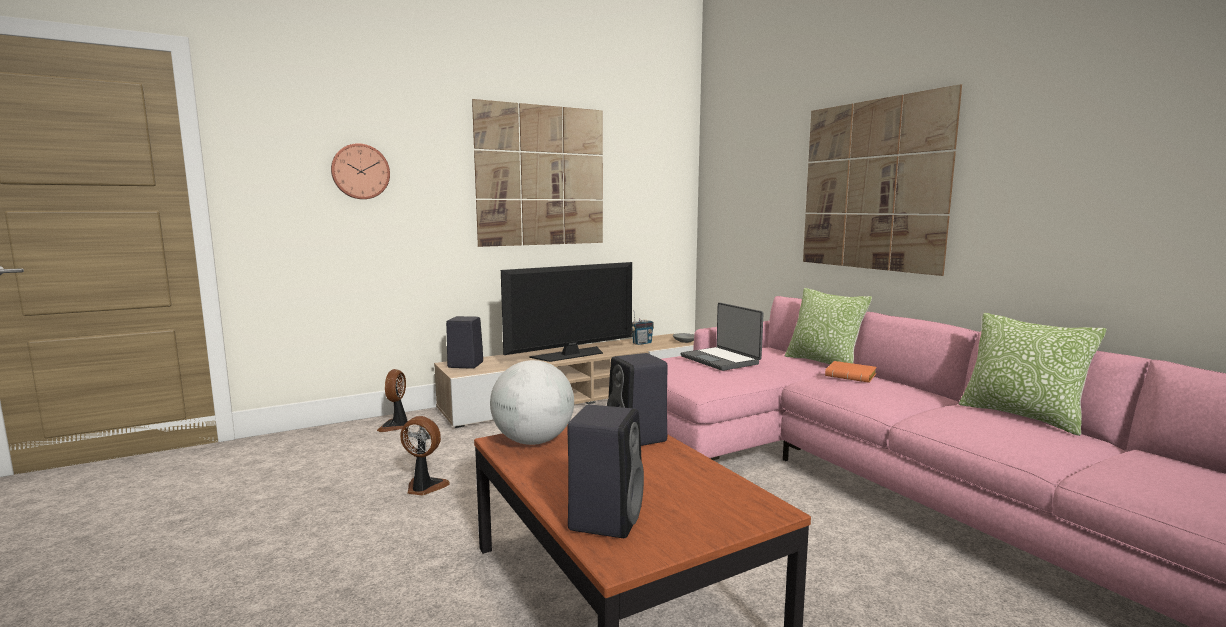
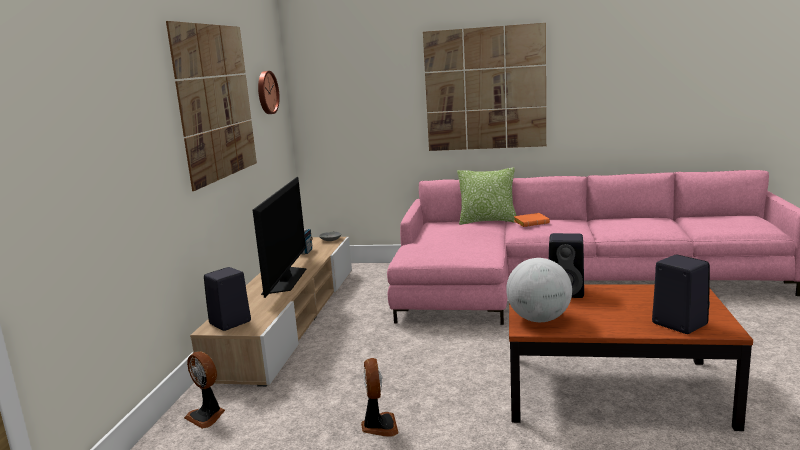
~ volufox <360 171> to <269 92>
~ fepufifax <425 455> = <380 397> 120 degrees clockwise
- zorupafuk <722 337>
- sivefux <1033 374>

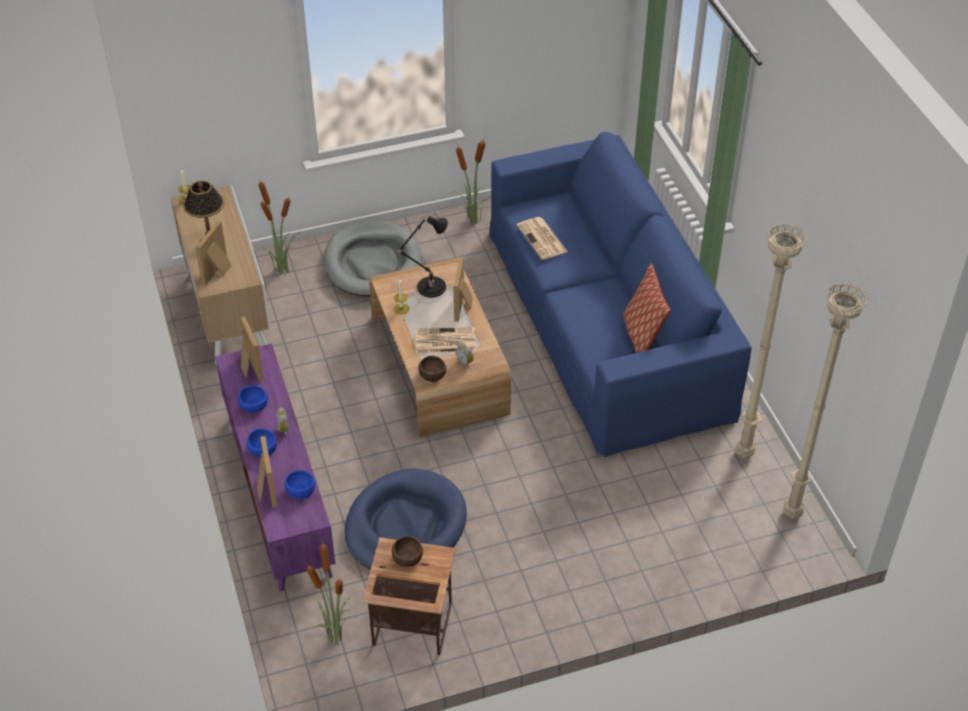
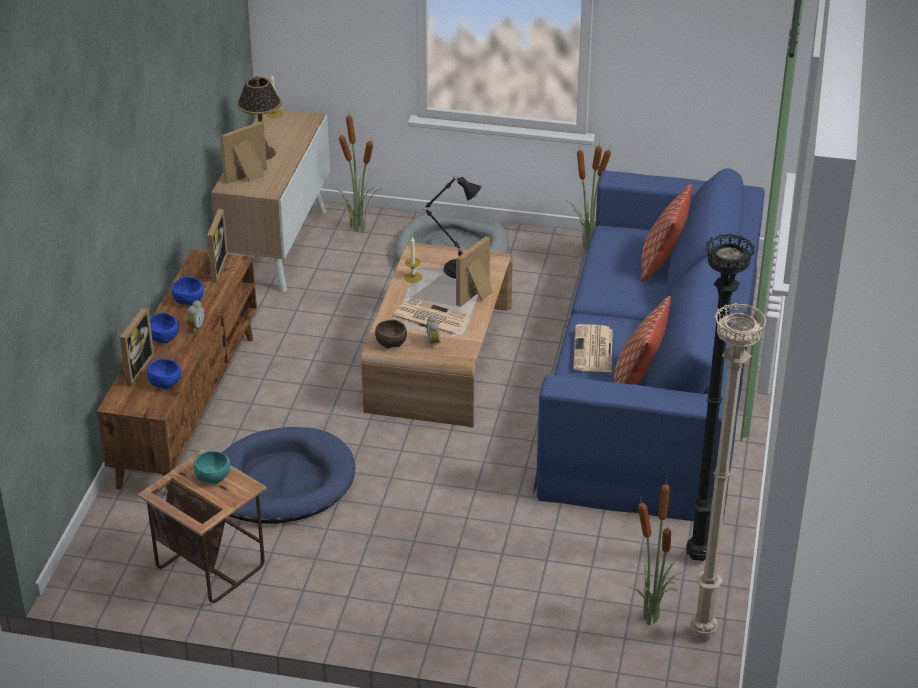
~ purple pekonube <275 468> to brown pekonube <177 370>
~ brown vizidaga <407 551> to turquoise vizidaga <211 467>
~ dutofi <542 238> to <593 348>
~ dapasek <331 592> to <655 552>
+ sivefux <667 233>
~ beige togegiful <771 340> to black togegiful <720 397>

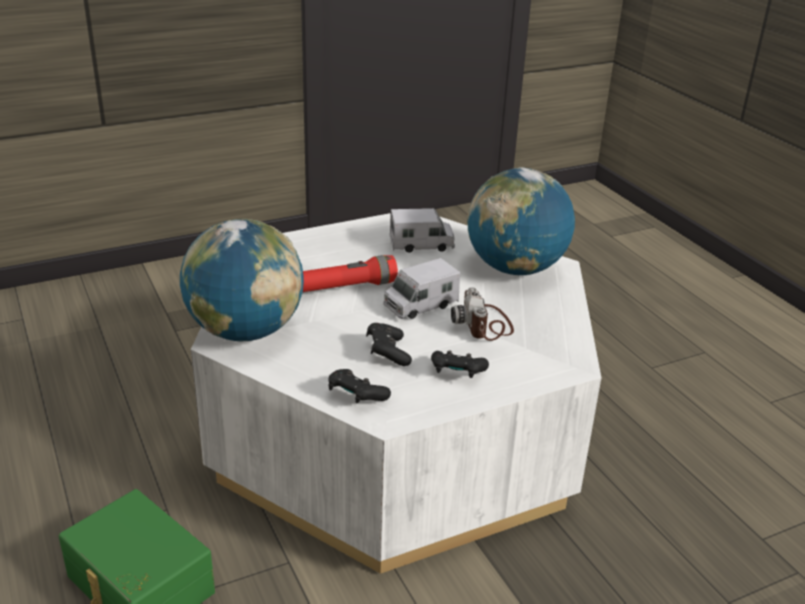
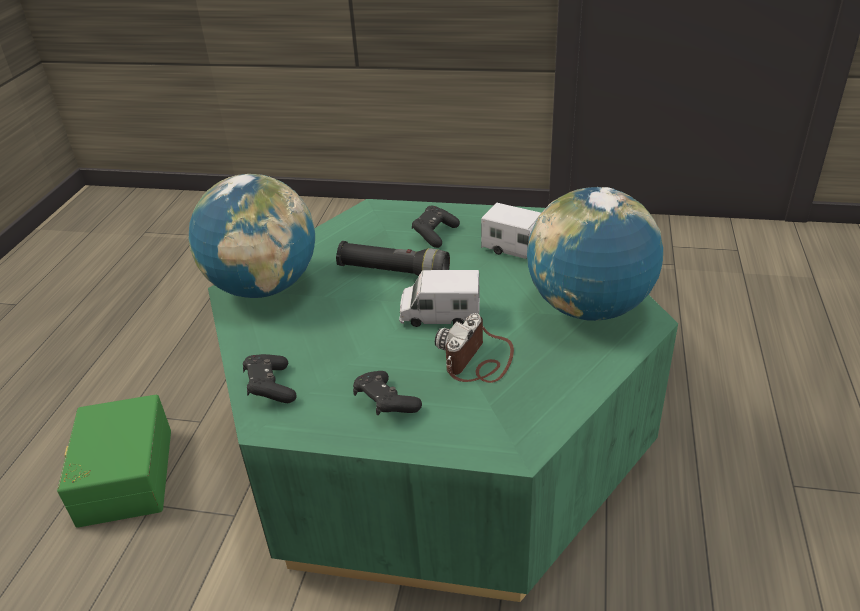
~ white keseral <396 393> to green keseral <443 400>
~ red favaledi <350 273> to black favaledi <393 258>
~ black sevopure <389 344> to <436 227>

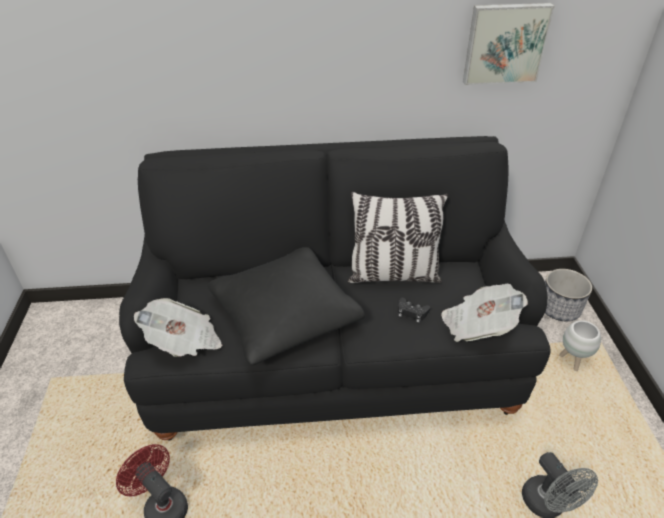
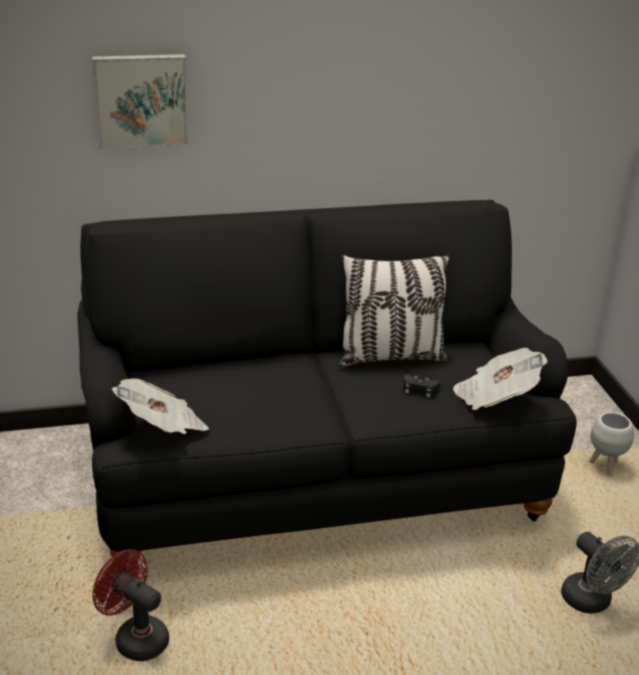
~ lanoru <509 44> to <140 101>
- black sivefux <286 306>
- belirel <568 295>

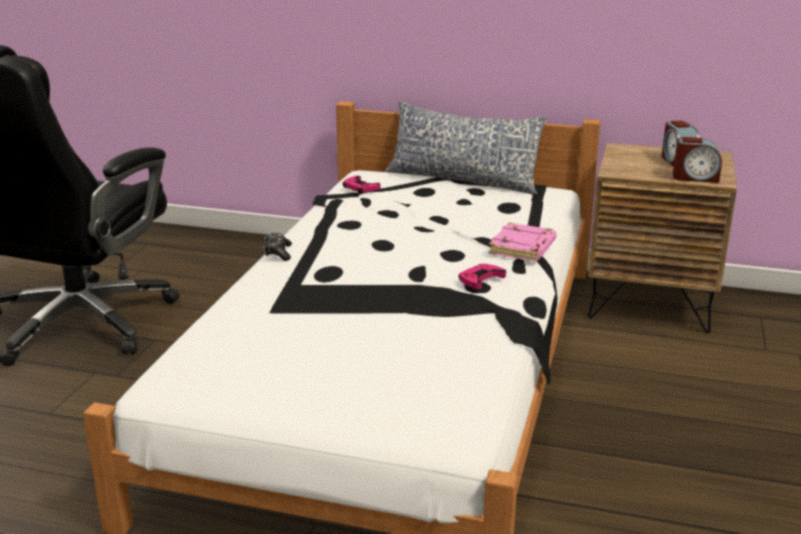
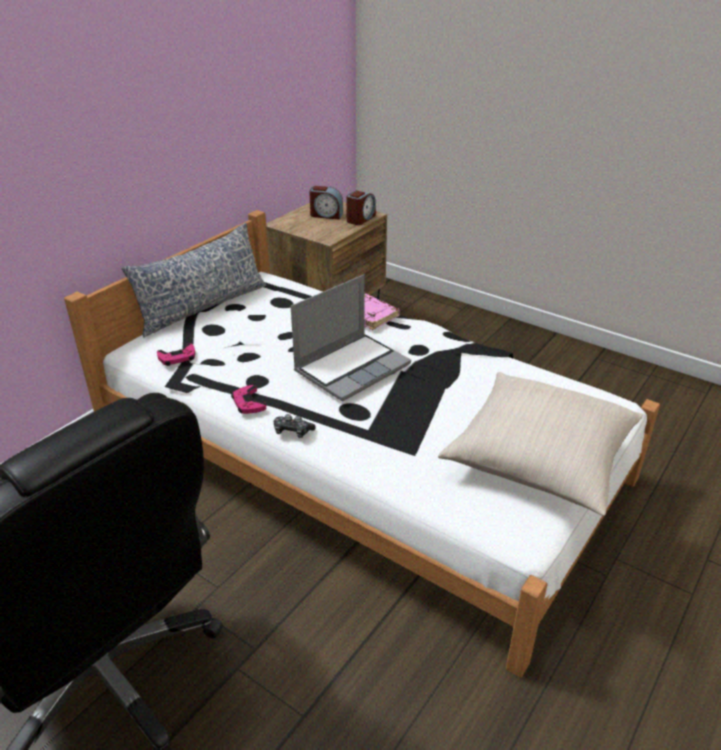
~ pink sevopure <482 276> to <248 399>
+ zorupafuk <351 338>
+ beige sivefux <540 444>

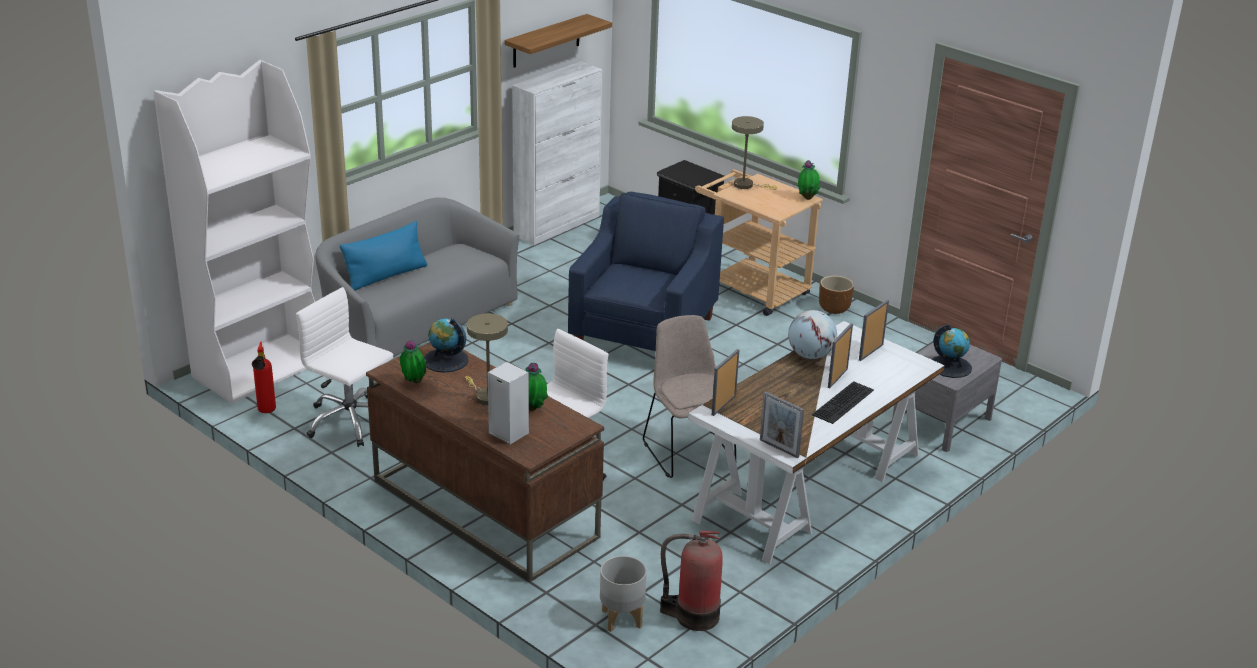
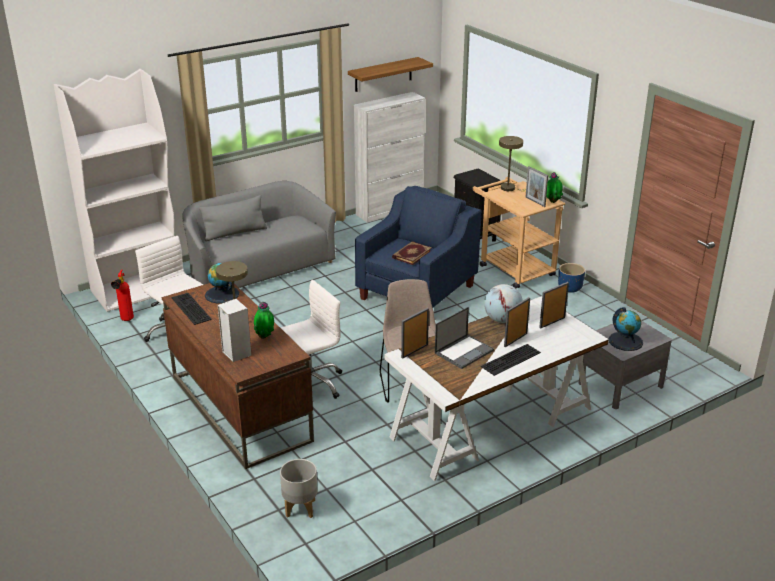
~ dapasek <413 361> to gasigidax <191 309>
~ blue sivefux <383 255> to grey sivefux <233 218>
+ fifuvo <412 253>
+ zorupafuk <464 338>
~ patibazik <782 424> to <537 186>
~ brown belirel <836 295> to blue belirel <571 278>
- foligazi <691 581>

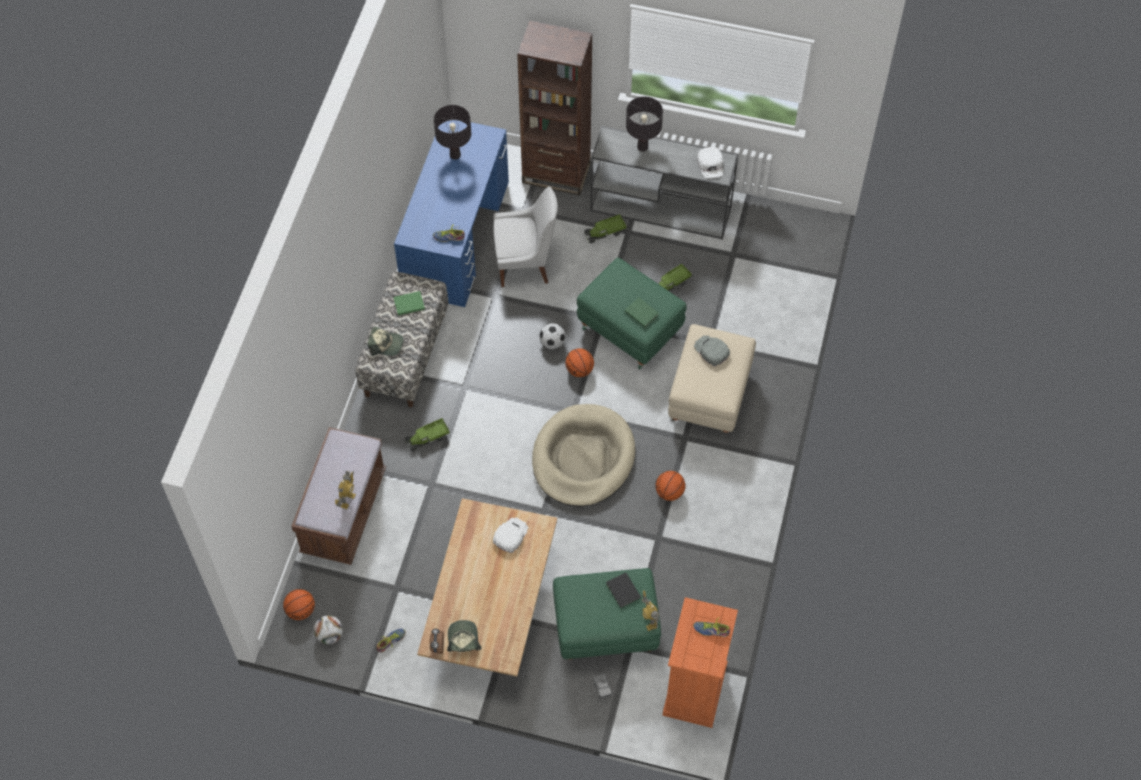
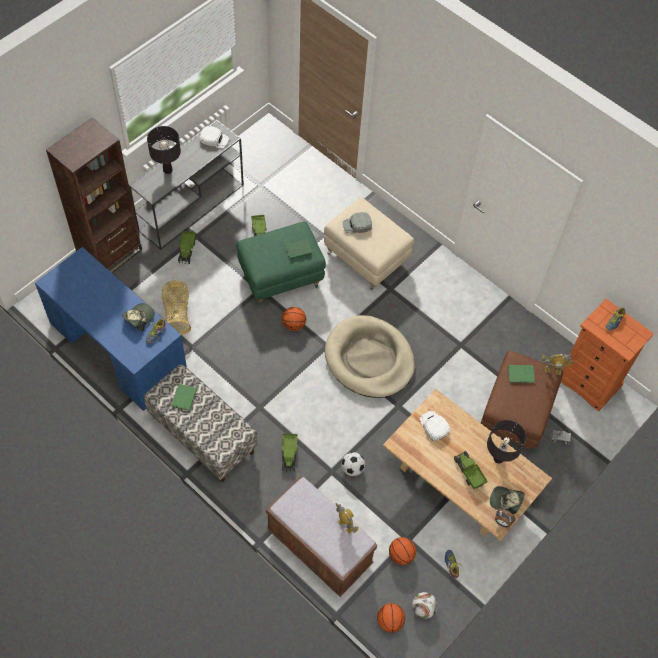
~ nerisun <386 341> to <138 317>
~ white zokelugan <525 236> to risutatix <176 307>
~ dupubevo <552 336> to <353 464>
~ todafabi <670 486> to <402 551>
+ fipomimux <470 470>
~ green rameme <607 613> to brown rameme <522 400>
~ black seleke <452 132> to <506 441>
~ black fifuvo <623 590> to green fifuvo <521 374>

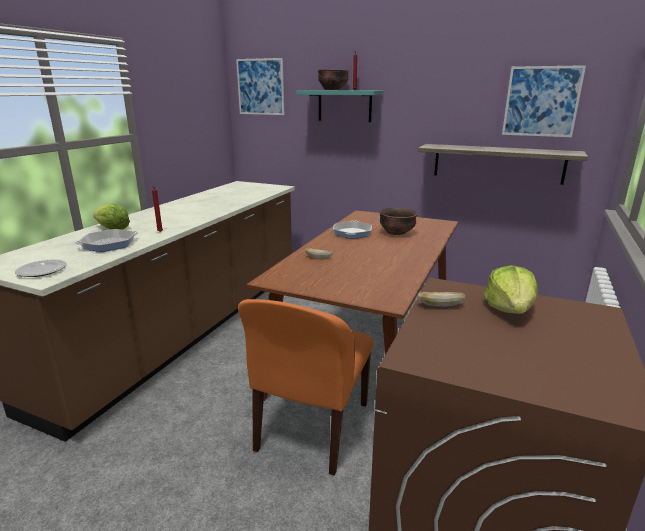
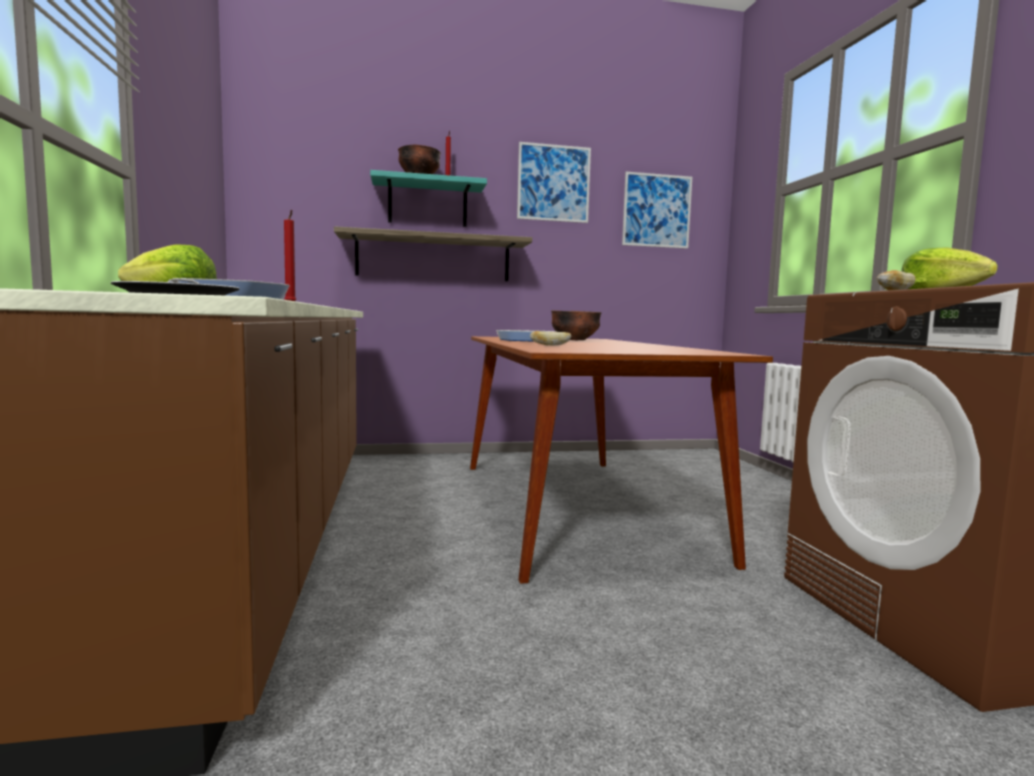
~ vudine <503 164> to <433 253>
~ lanoru <260 86> to <554 182>
- orange zokelugan <305 387>

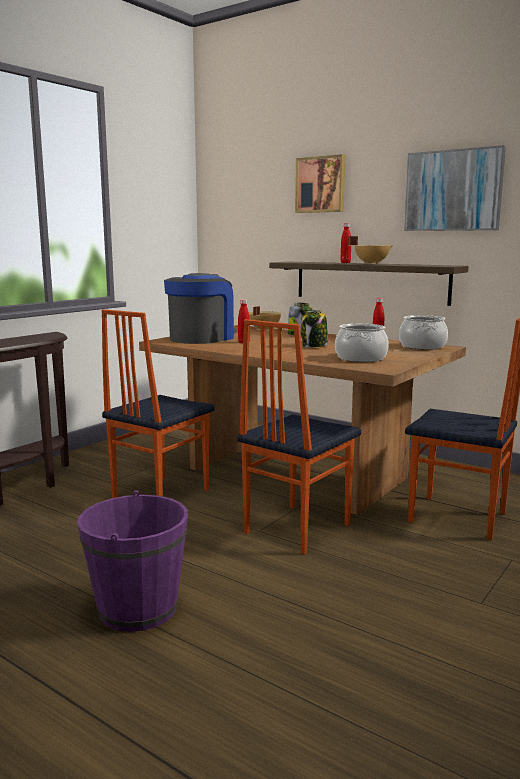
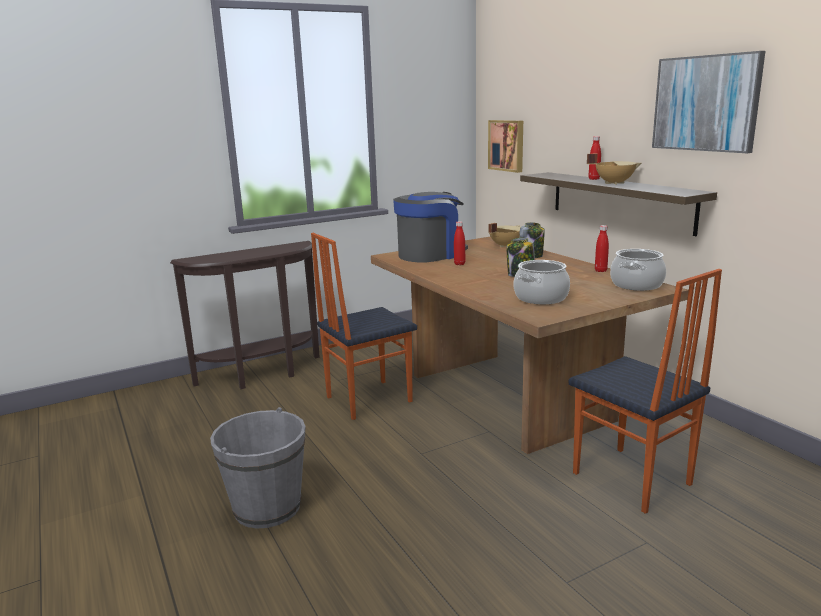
~ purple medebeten <132 561> to grey medebeten <258 467>
~ lanoru <320 183> to <505 146>
- zokelugan <299 437>

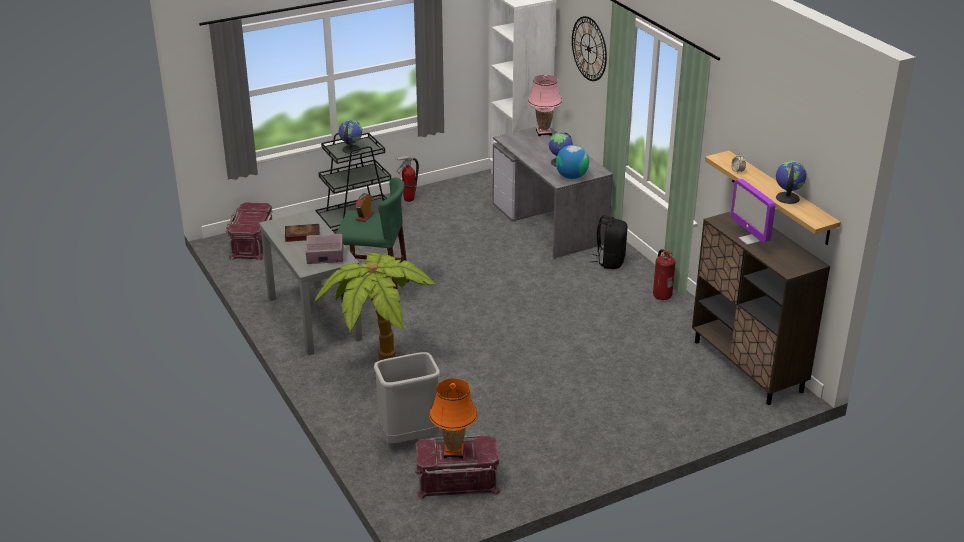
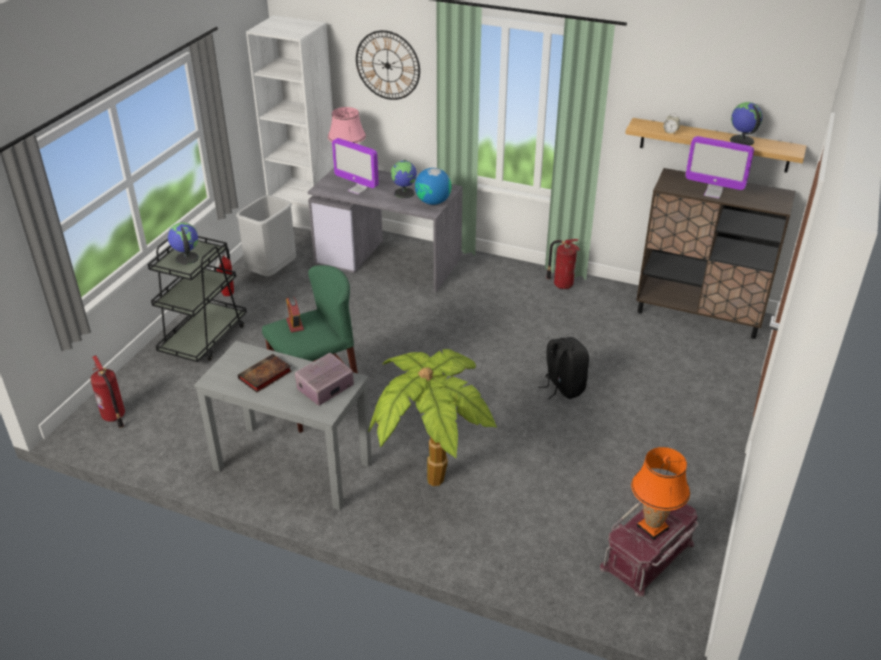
~ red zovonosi <249 232> to foligazi <107 391>
~ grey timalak <407 397> to <266 236>
+ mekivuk <355 166>
~ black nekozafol <608 242> to <563 368>

